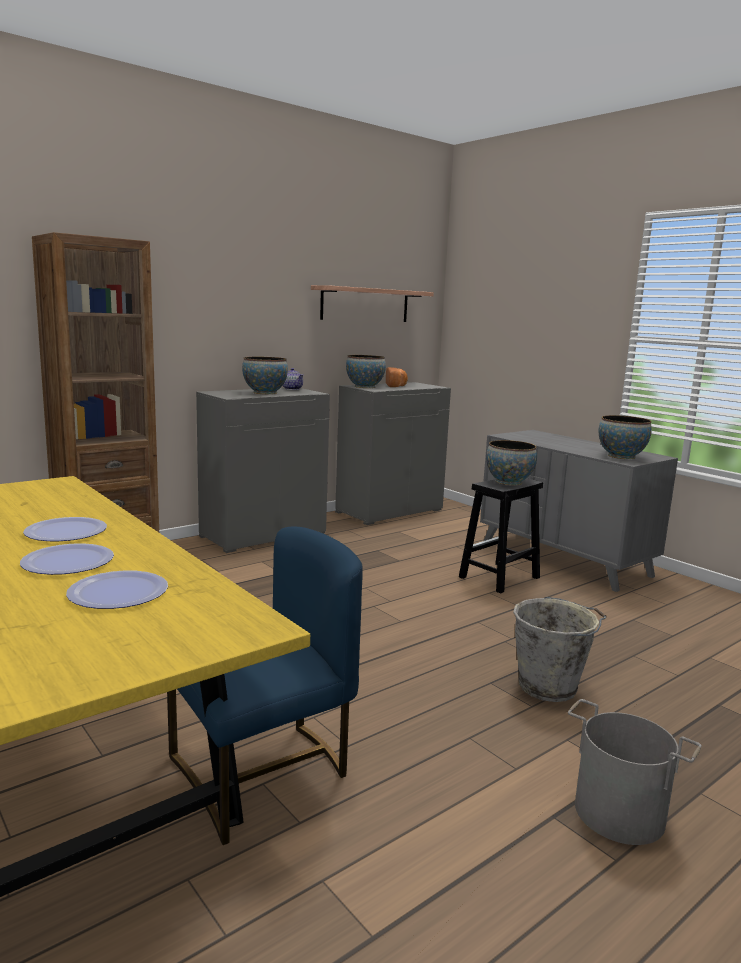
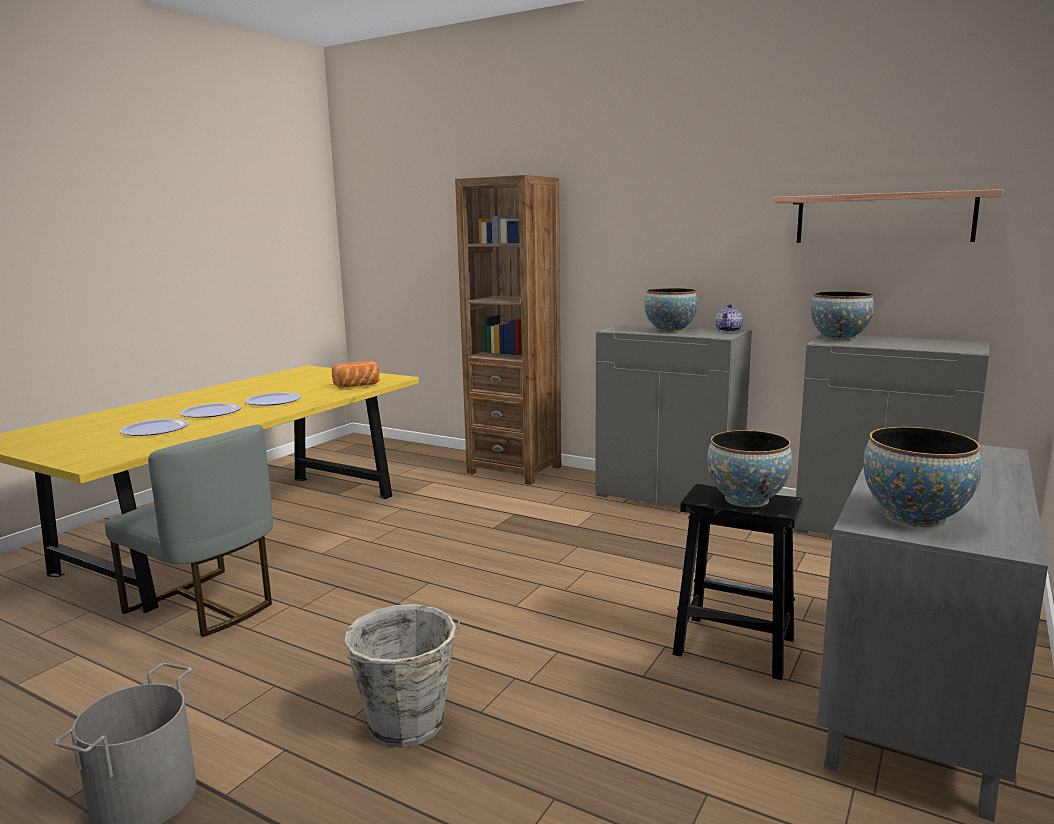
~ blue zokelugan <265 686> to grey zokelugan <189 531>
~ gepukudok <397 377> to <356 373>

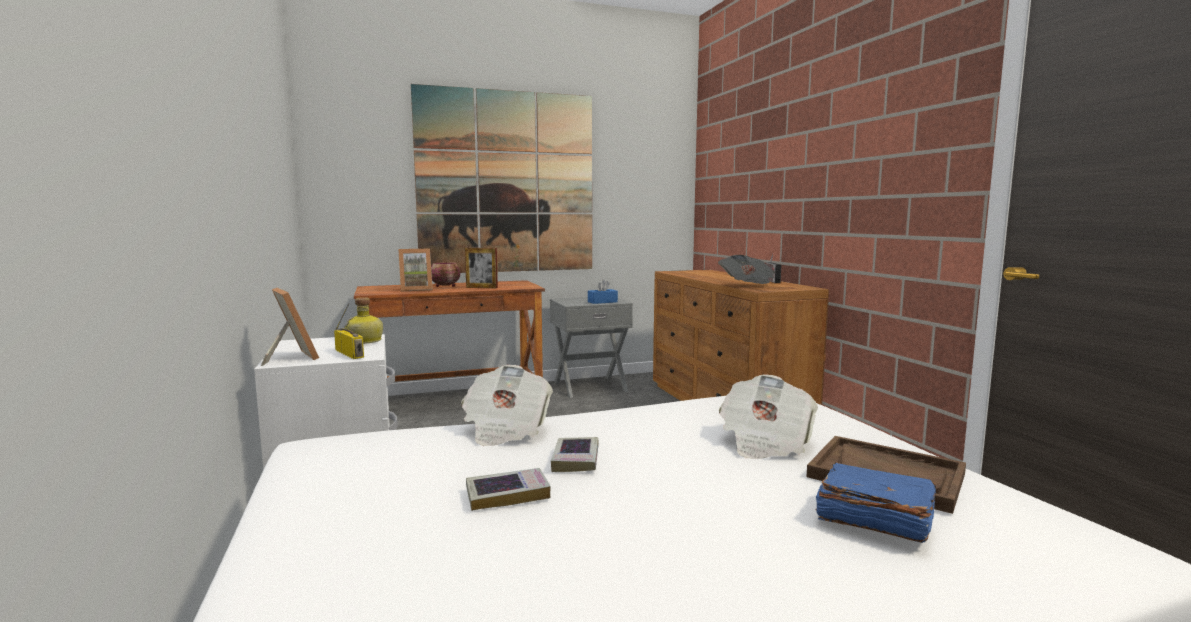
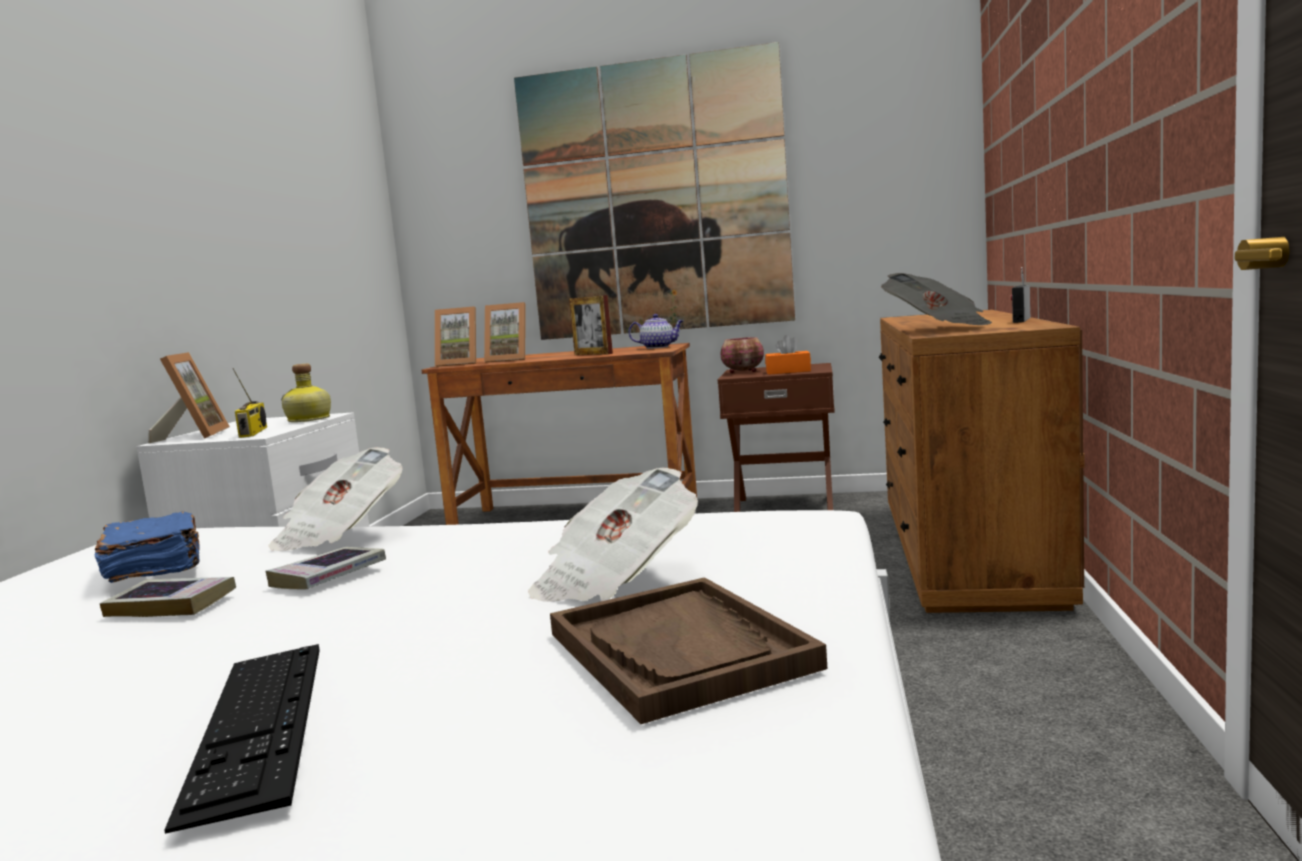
~ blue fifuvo <875 502> to <147 547>
+ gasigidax <242 739>
+ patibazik <455 337>
+ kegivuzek <656 331>
~ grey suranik <591 347> to brown suranik <776 437>
~ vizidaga <445 274> to <742 355>
~ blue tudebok <603 292> to orange tudebok <788 355>

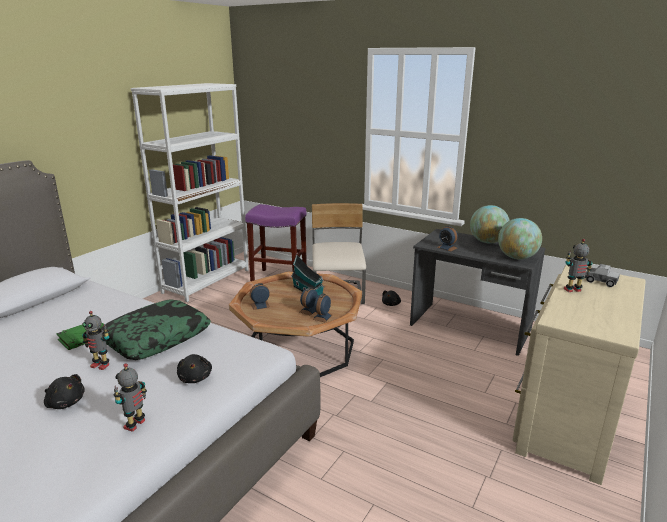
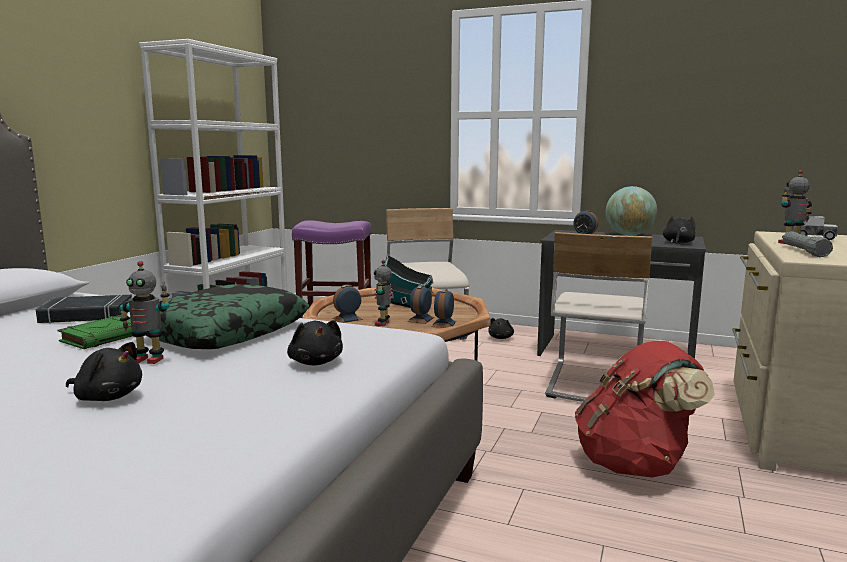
+ black fifuvo <84 309>
~ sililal <130 397> to <383 293>
+ beige zokelugan <598 317>
+ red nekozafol <645 409>
~ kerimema <520 238> to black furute <679 230>
+ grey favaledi <808 244>

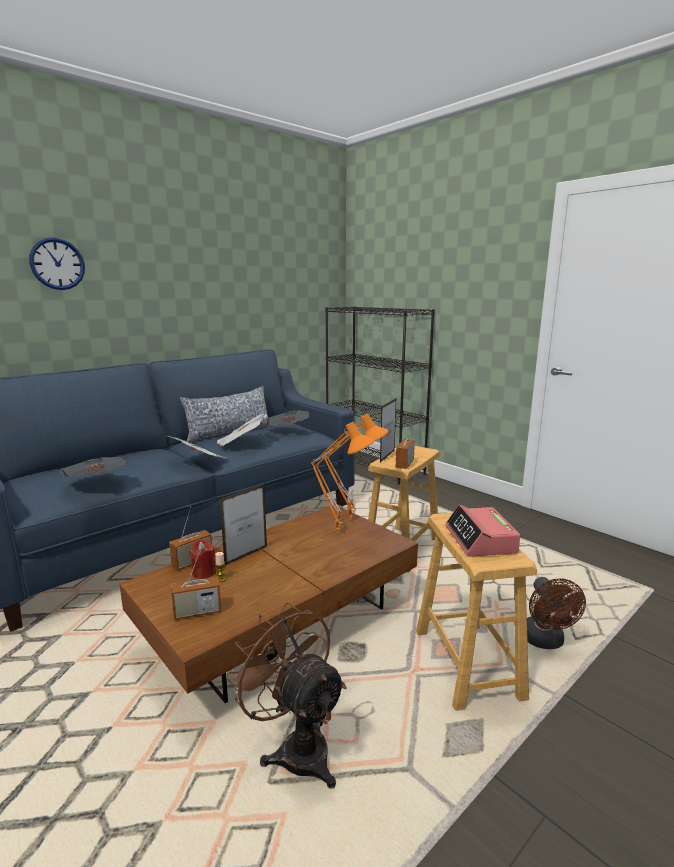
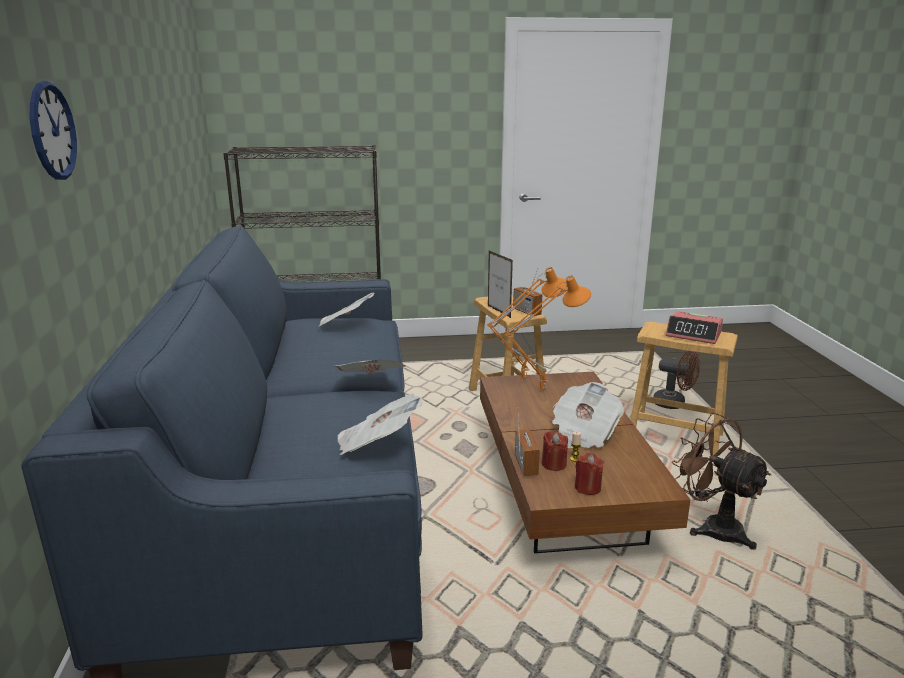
~ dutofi <242 430> to <588 415>
+ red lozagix <589 474>
~ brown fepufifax <286 695> = <721 481> 60 degrees clockwise
- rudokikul <196 583>
- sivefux <226 414>
- patibazik <243 524>

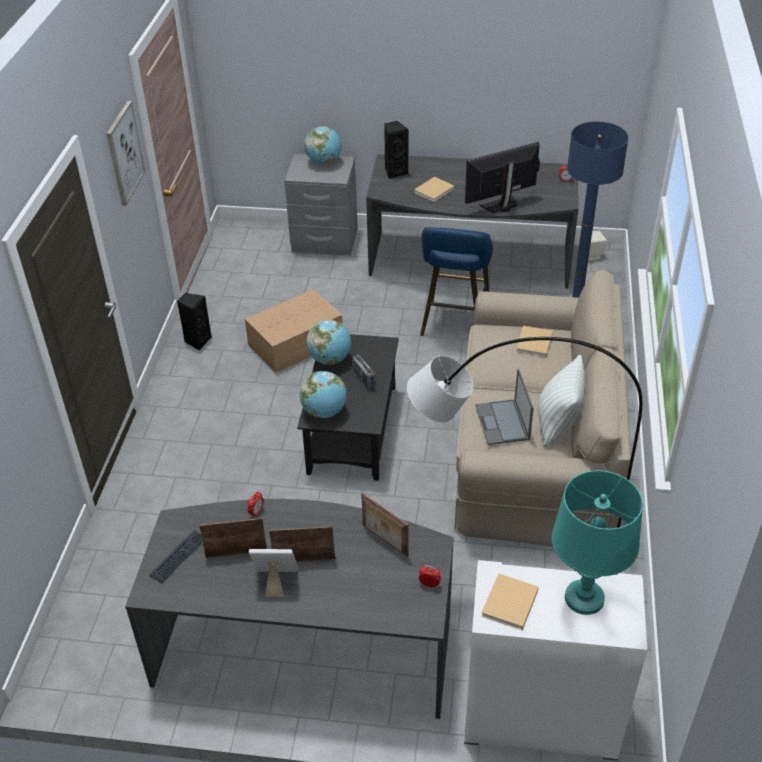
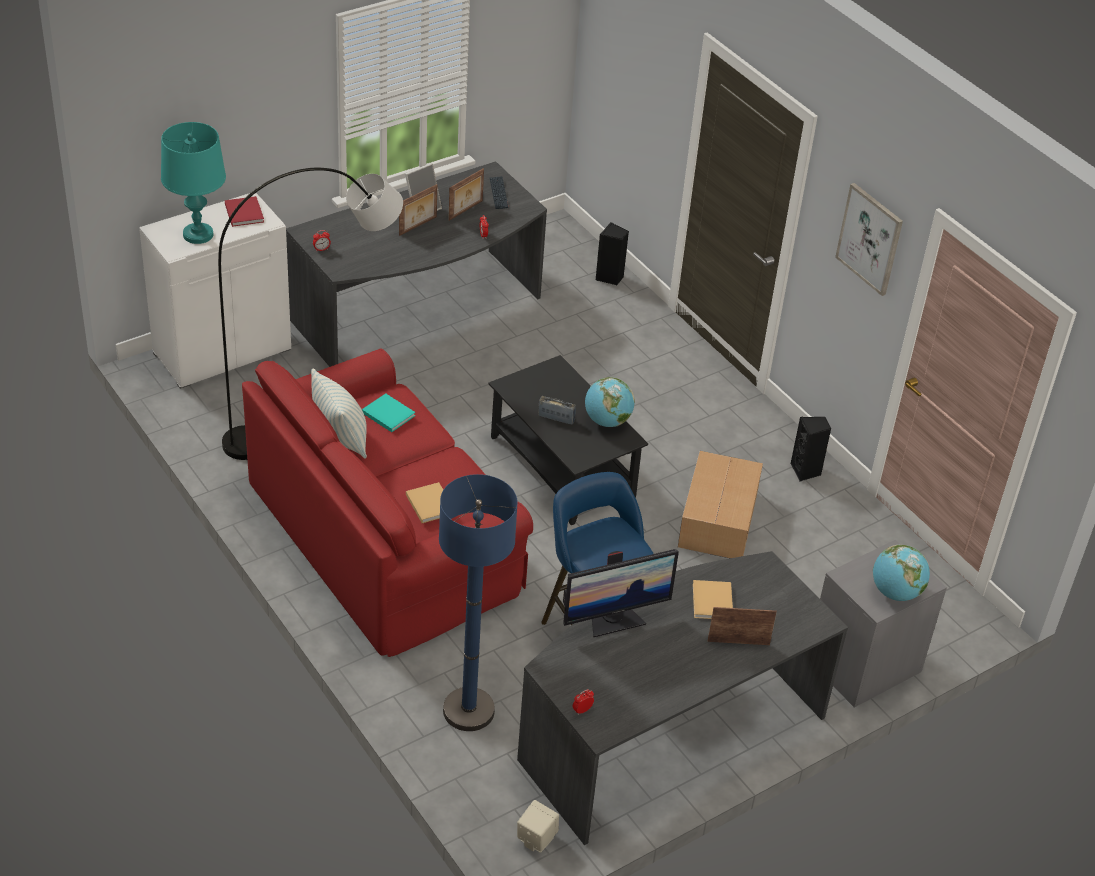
~ beige fifuvo <510 601> to red fifuvo <244 211>
~ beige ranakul <543 408> to red ranakul <387 502>
~ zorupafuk <504 406> to turquoise fifuvo <388 412>
~ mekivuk <502 177> = <621 593> 45 degrees clockwise
~ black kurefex <396 150> to <612 253>
~ patibazik <385 525> to <742 626>
- kerimema <323 394>

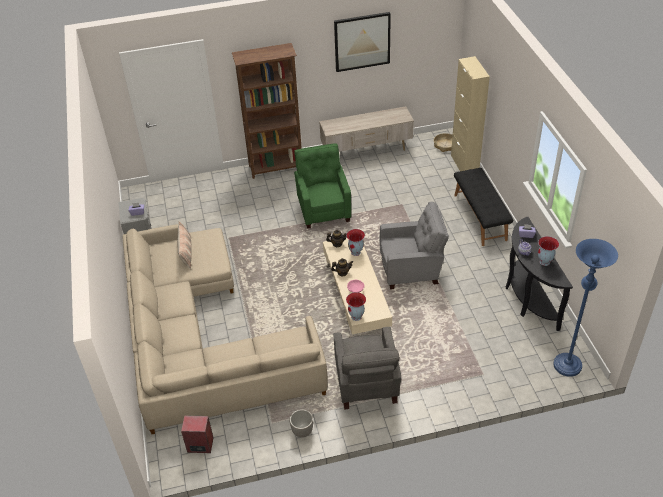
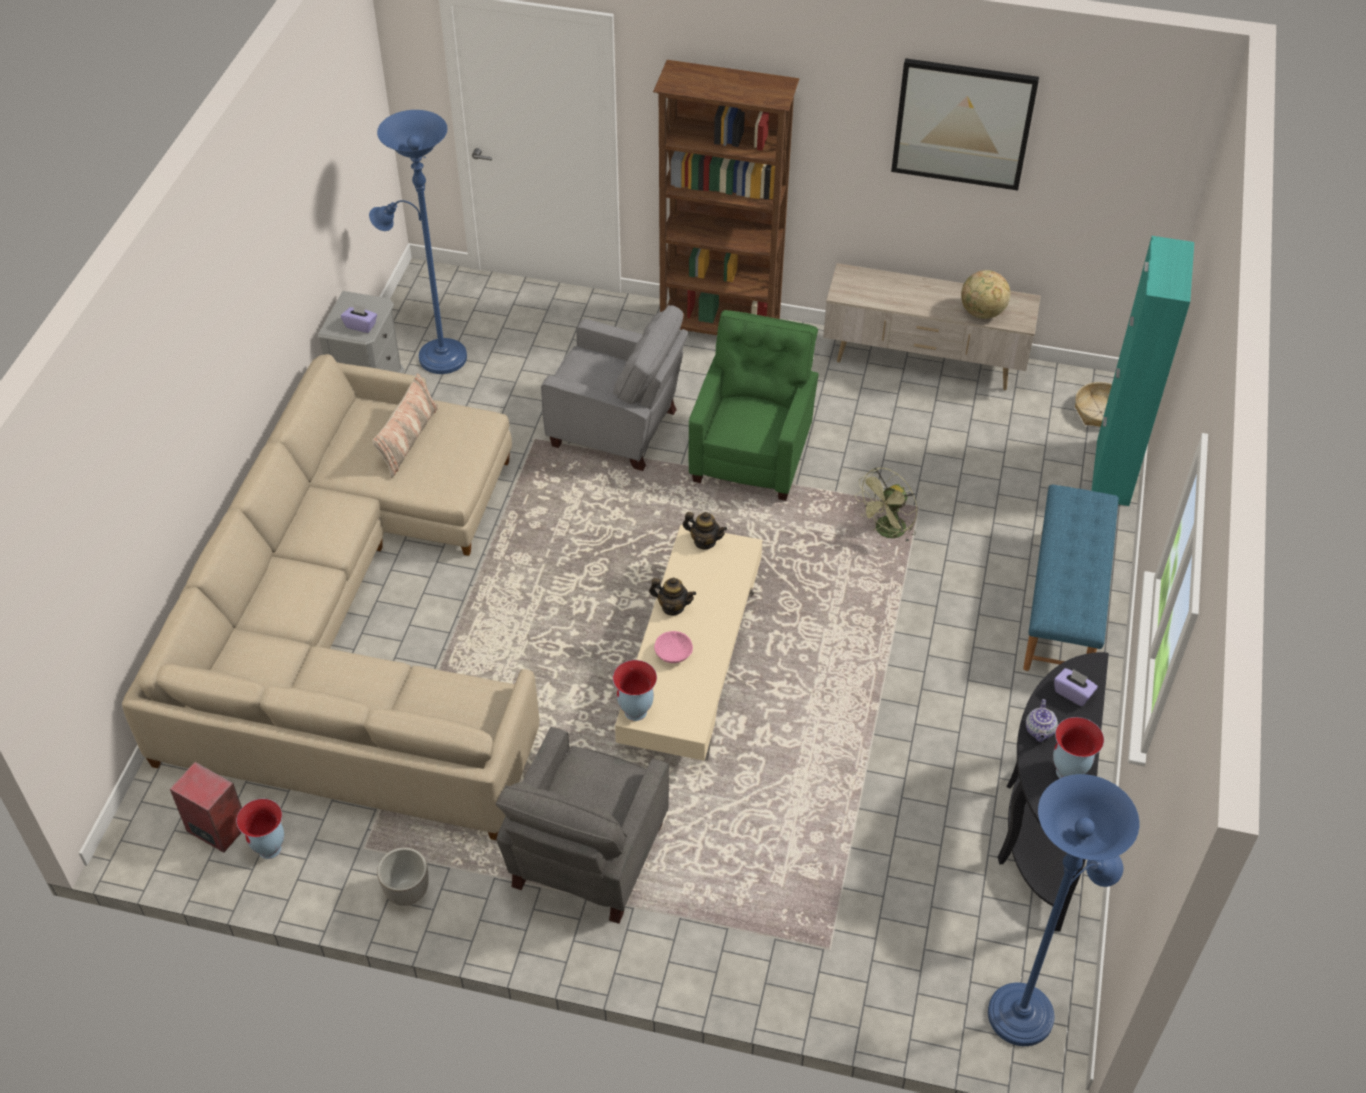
~ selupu <355 242> to <260 829>
+ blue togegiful <418 242>
~ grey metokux <414 246> to <614 388>
+ green fepufifax <886 504>
+ kerimema <985 294>
~ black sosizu <483 207> to blue sosizu <1071 577>
~ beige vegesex <470 113> to turquoise vegesex <1142 371>

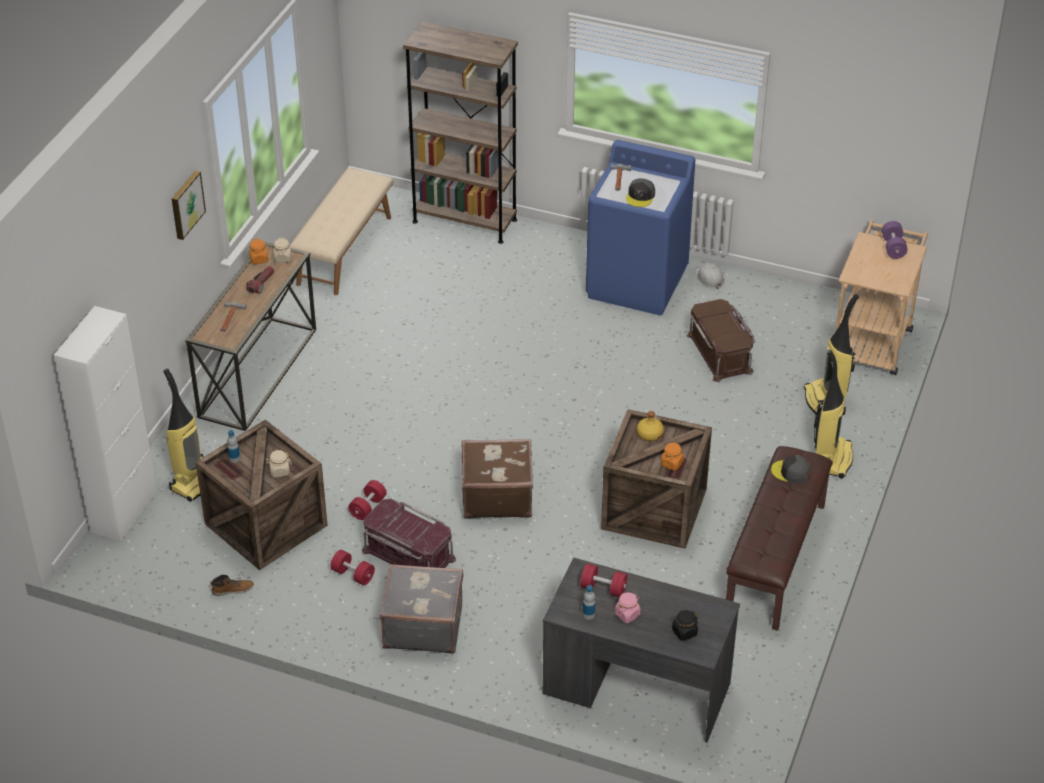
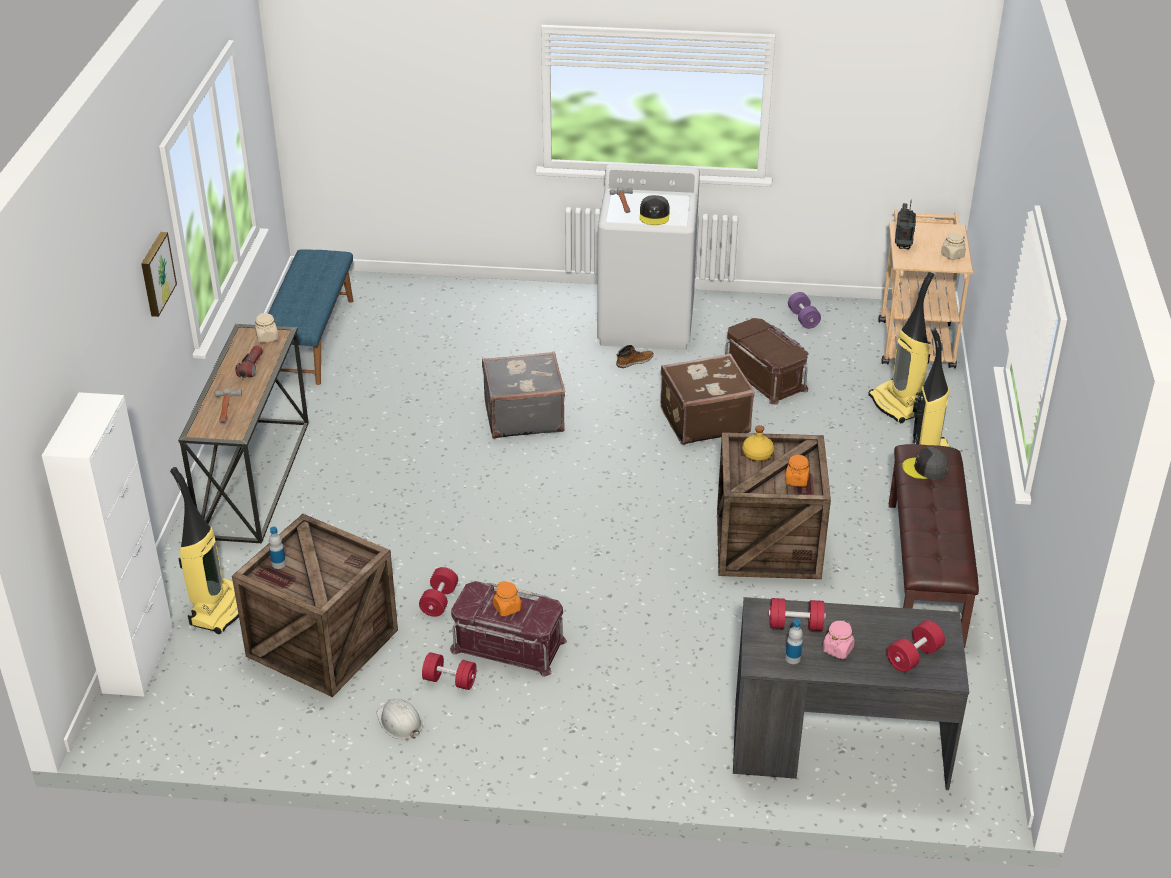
~ beige sosizu <341 231> to blue sosizu <310 317>
~ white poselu <710 275> to <399 719>
~ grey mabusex <421 608> to <523 395>
~ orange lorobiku <258 251> to <507 598>
~ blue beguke <640 227> to white beguke <648 257>
~ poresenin <232 585> to <635 356>
~ brown mabusex <497 479> to <708 399>
~ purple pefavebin <895 240> to <804 310>
~ black lorobiku <685 625> to red pefavebin <916 646>
+ rudokikul <905 225>
~ beige lorobiku <279 463> to <953 246>
- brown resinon <460 132>

